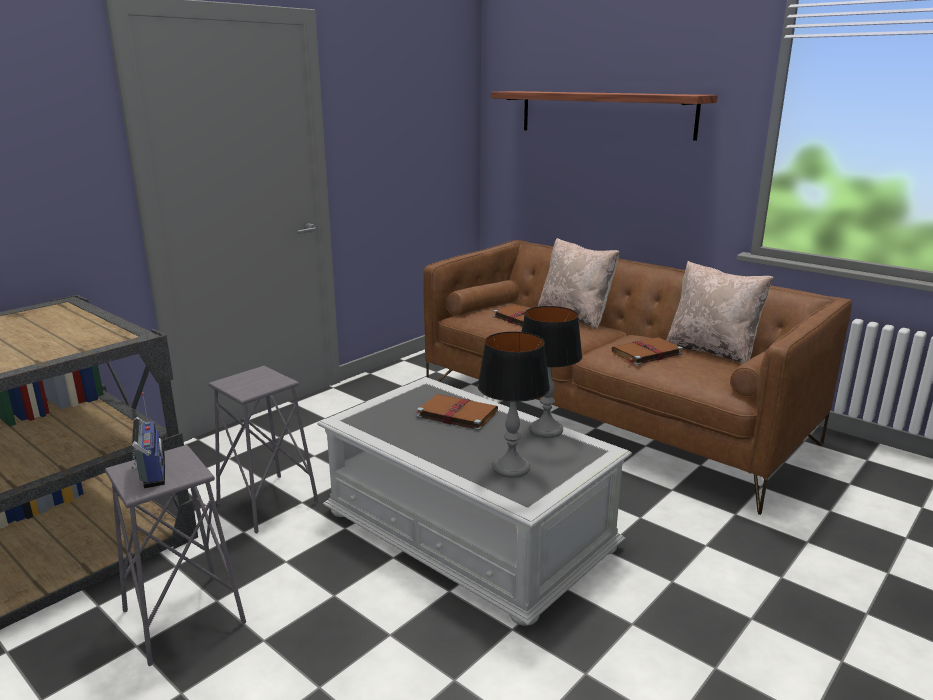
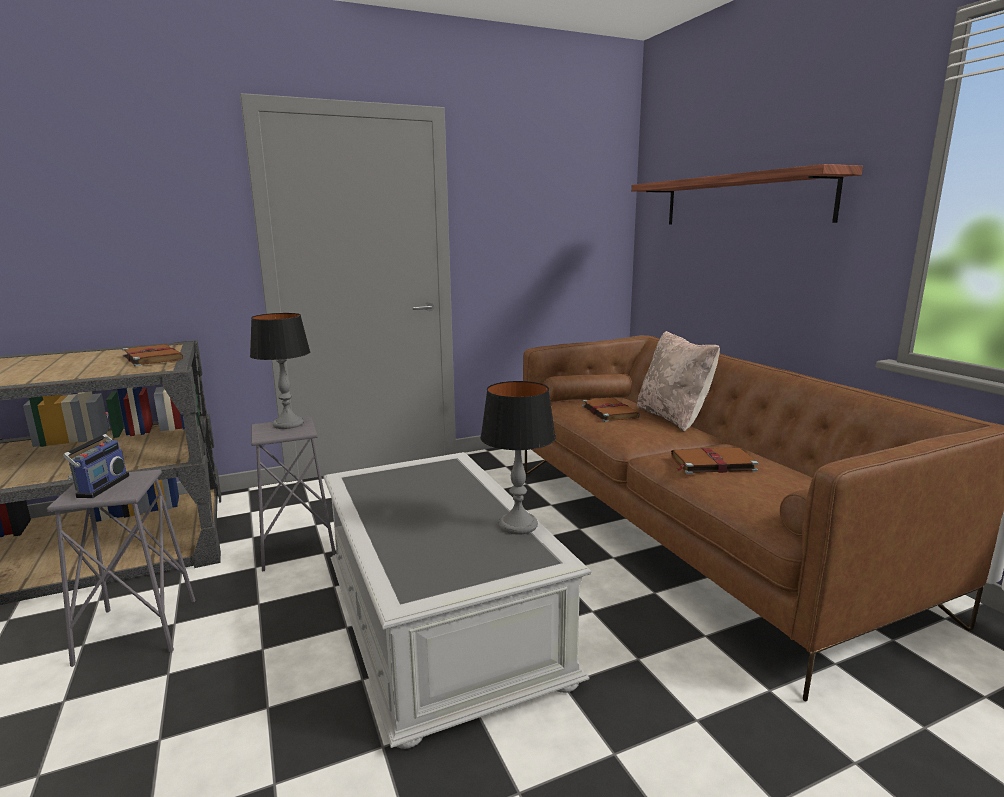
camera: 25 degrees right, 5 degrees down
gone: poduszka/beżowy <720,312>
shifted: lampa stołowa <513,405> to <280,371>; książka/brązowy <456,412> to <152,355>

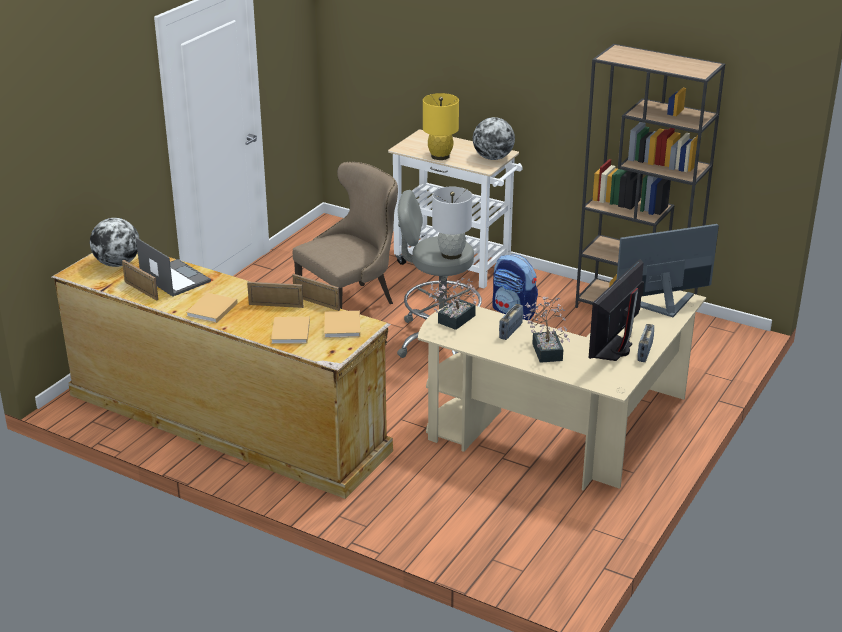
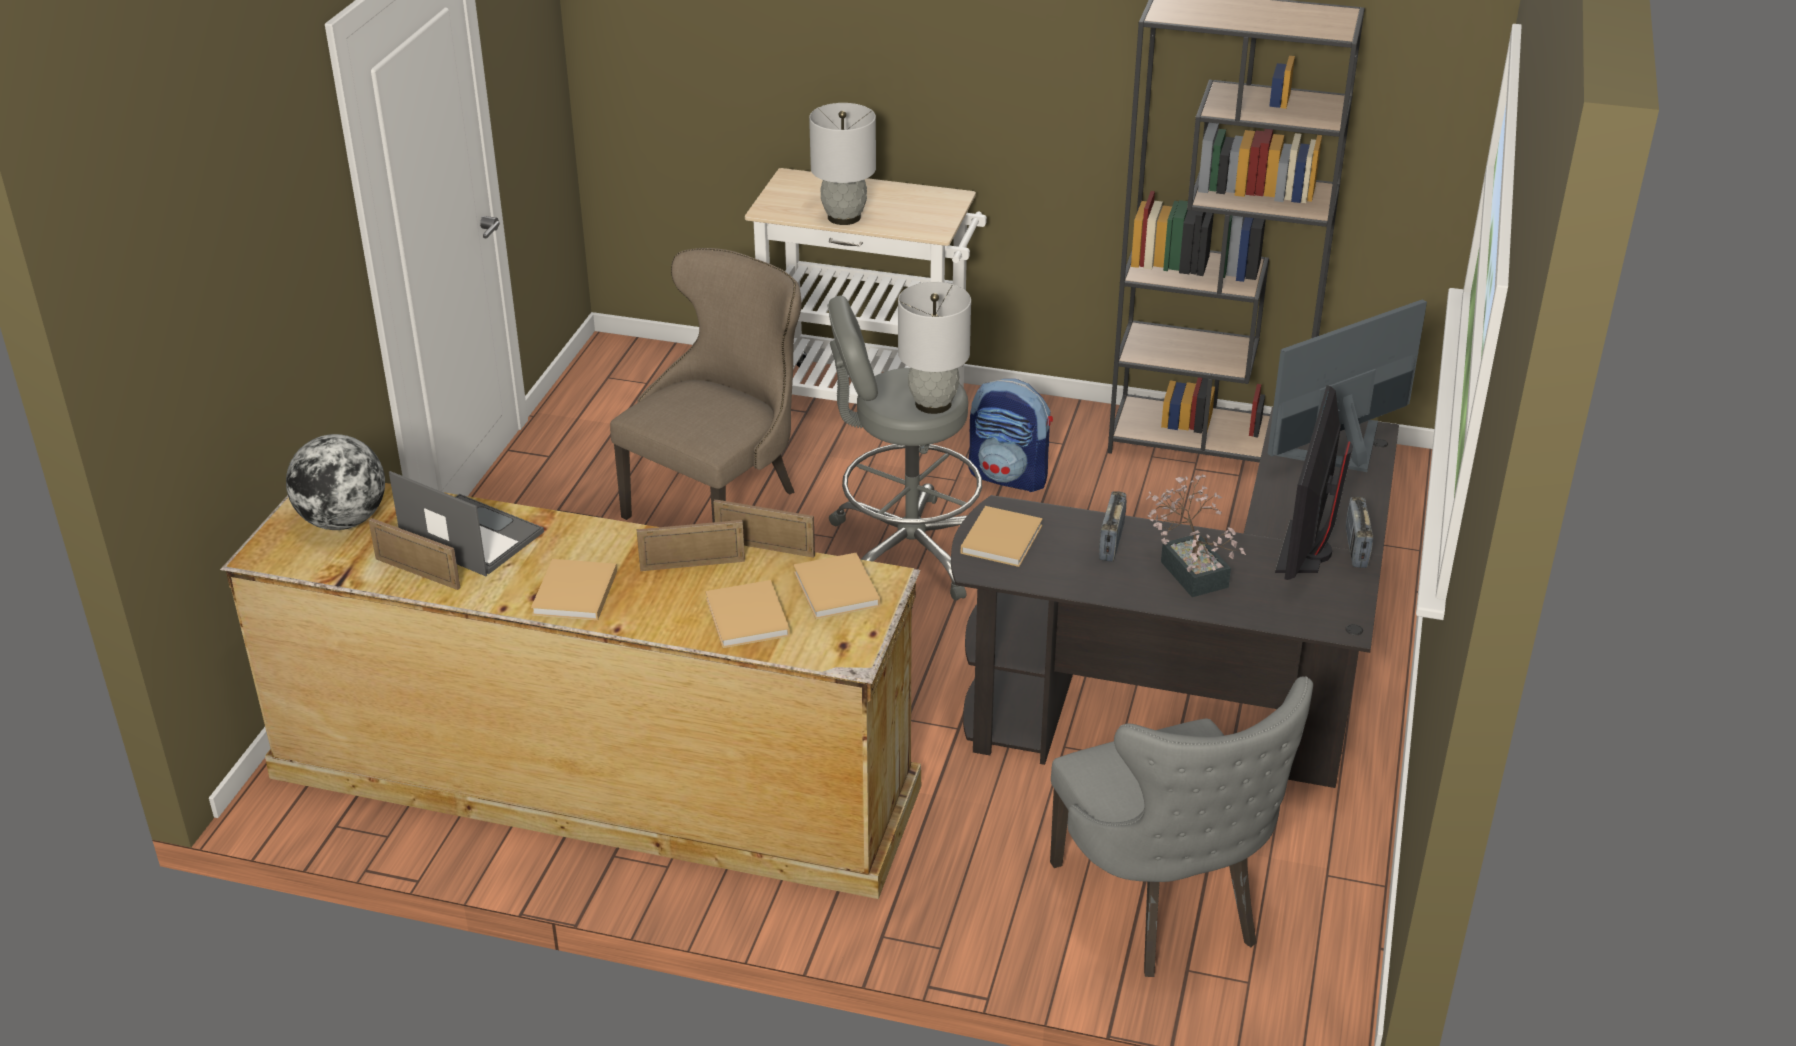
camera: 15 degrees left, 5 degrees up
gone: globus <494,138>
new: krzesło/szary <1181,826>
swapped: roślina doniczkowa <453,304> to książka/beżowy <1002,536>
repainted: lampa stołowa/żółty <441,126> to lampa stołowa/biały <842,164>; biurko/beżowy <562,391> to biurko/czarny <1175,597>

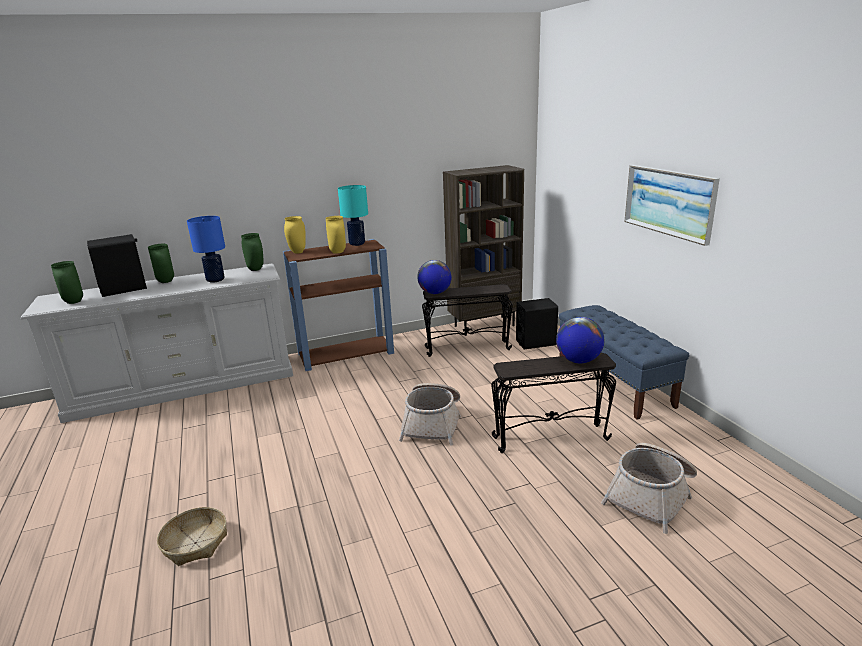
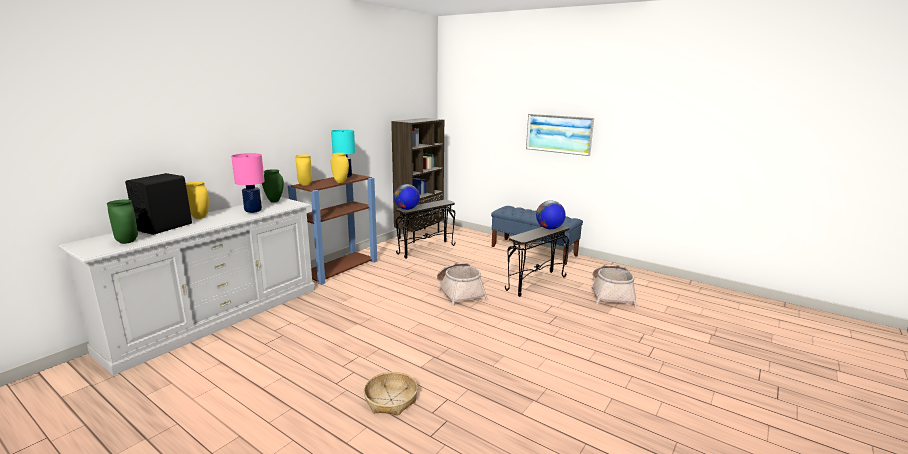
camera: 35 degrees left, 5 degrees down
gone: głośnik/czarny <537,323>
repainted: lampa stołowa/niebieski <206,249> to lampa stołowa/różowy <248,183>; wazon/zielony <161,263> to wazon/żółty <197,200>

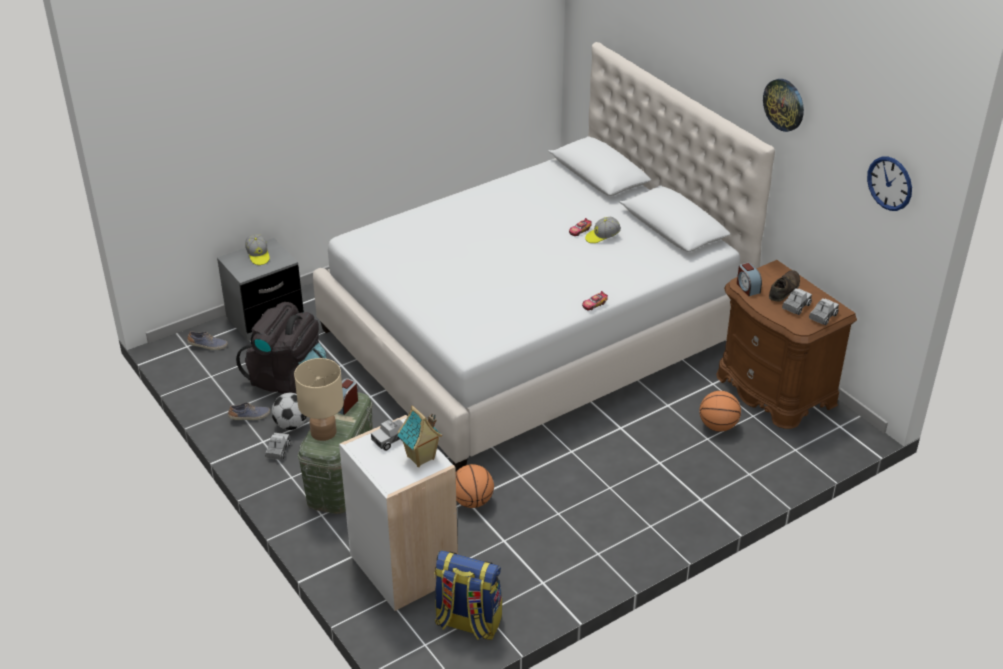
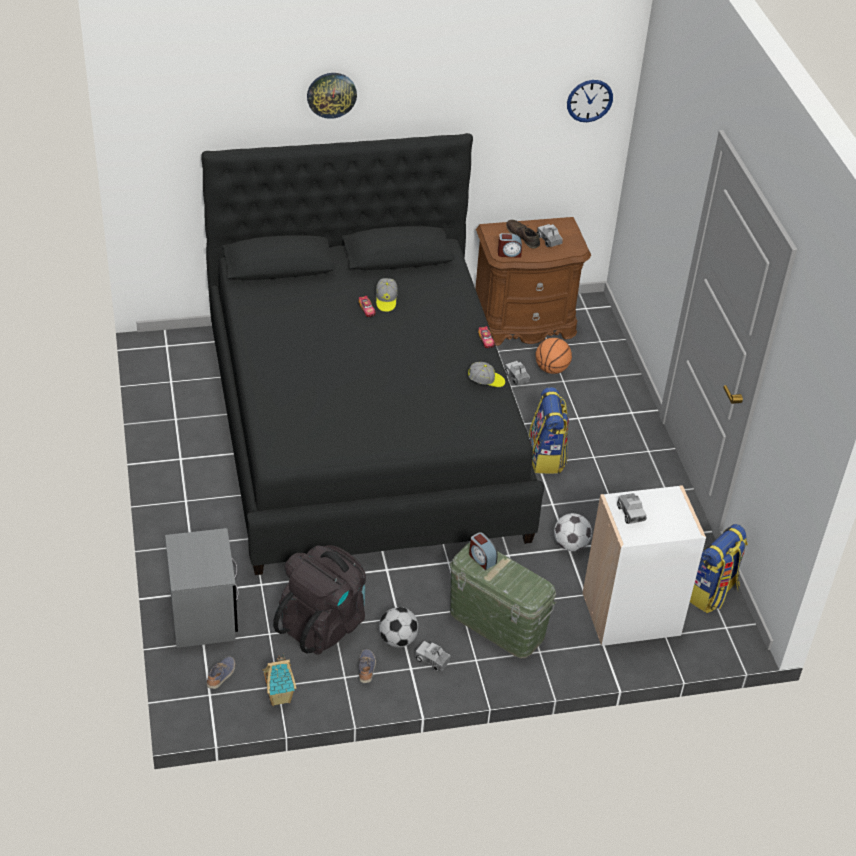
camera: 70 degrees left, 5 degrees up
gone: lampa stołowa/beżowy <319,399>
new: plecak <549,430>
shifted: zegar ścienny <783,105> to <332,96>; czapka z daszkiem <257,249> to <486,374>; ciężarówka zabawkowa <824,311> to <517,373>; domek <419,436> to <279,680>
swapped: piłka do koszykówki <475,486> to piłka futbolowa <573,532>
repainted: łóżko/biały <544,256> to łóżko/czarny <372,354>

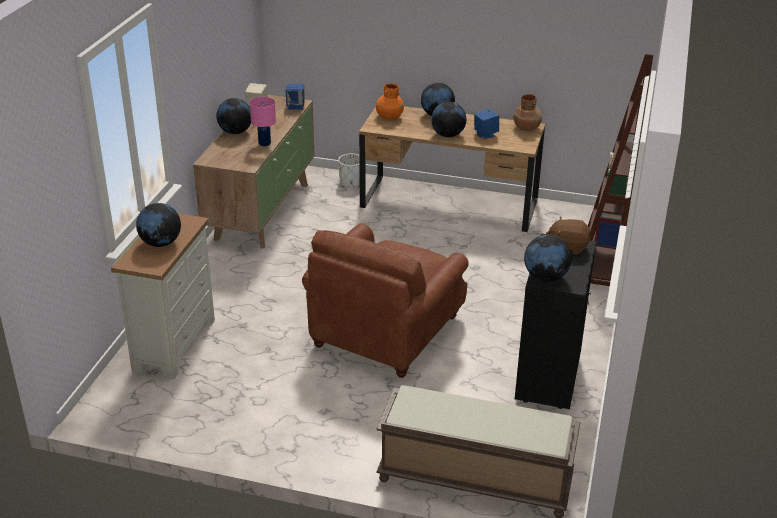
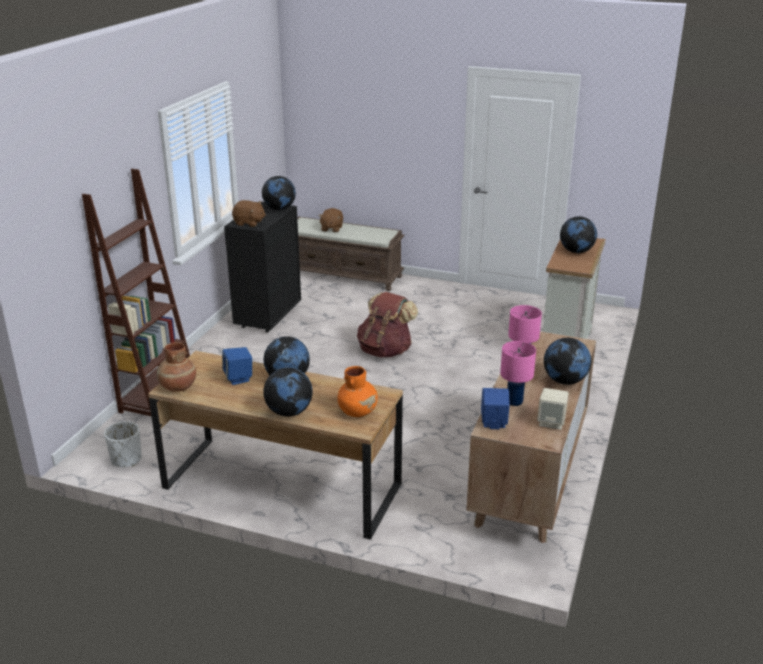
camera: 175 degrees left, 5 degrees down
new: pluszak/brązowy <331,220>; lampa stołowa/różowy <518,373>
shifted: donica/biały <349,170> to <123,444>
swapped: fotel/brązowy <385,300> to plecak/brązowy <387,324>

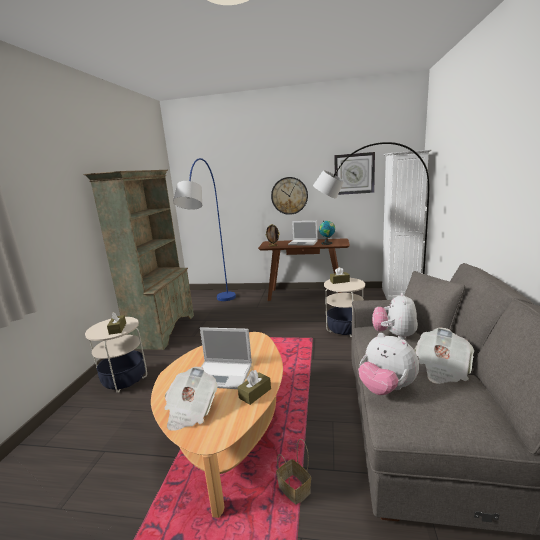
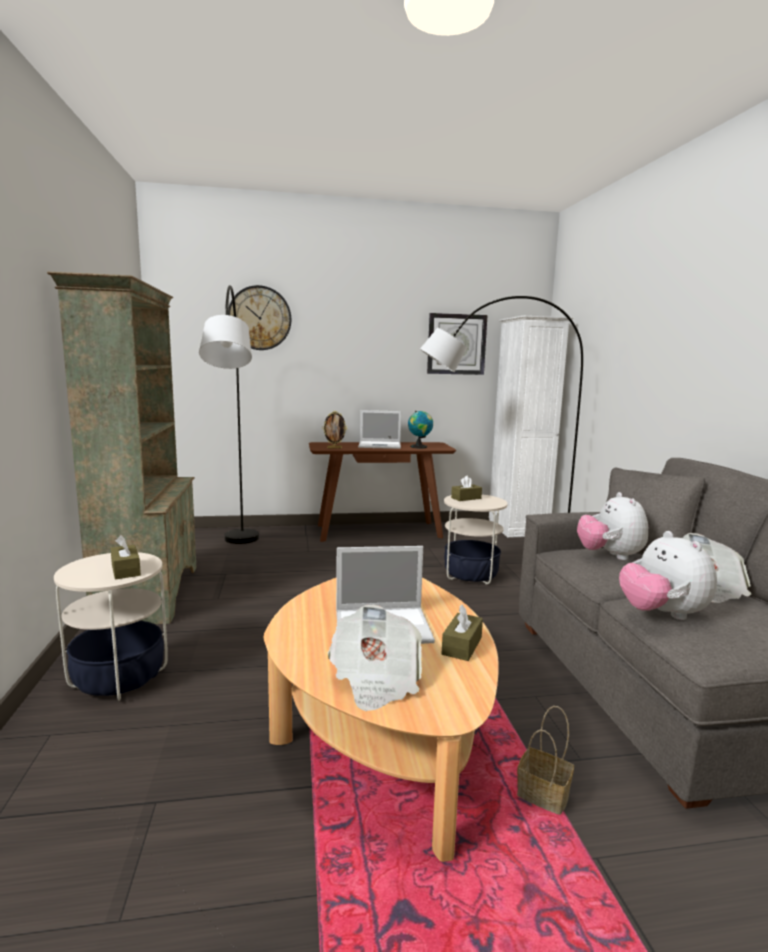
camera: 20 degrees left, 5 degrees down
shifted: zegar ścienny <289,196> to <259,317>
repainted: lampa stojąca/niebieski <204,229> to lampa stojąca/szary <229,414>
rotated: pluszak <388,364> = <668,575> 45 degrees clockwise

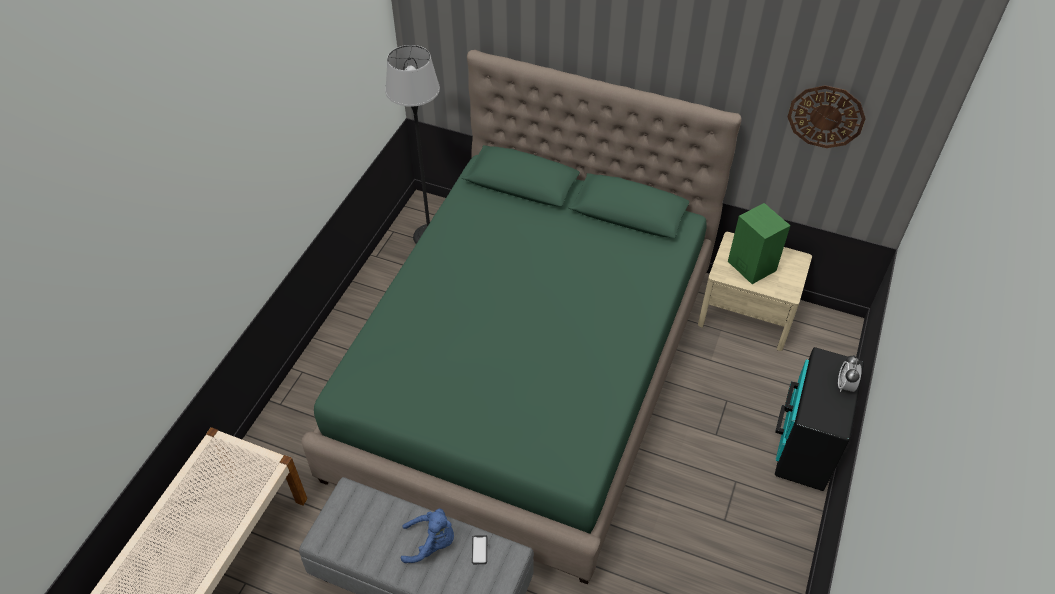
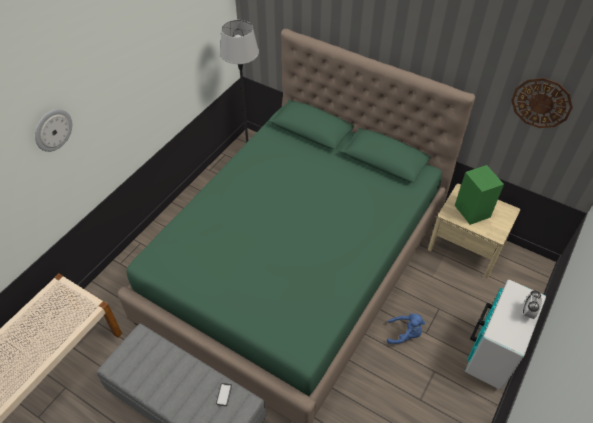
camera: 10 degrees right, 0 degrees up
new: zegar ścienny <53,130>
shifted: pluszak/niebieski <427,536> to <406,328>
repainted: szafka nocna/czarny <819,419> to szafka nocna/biały <505,334>

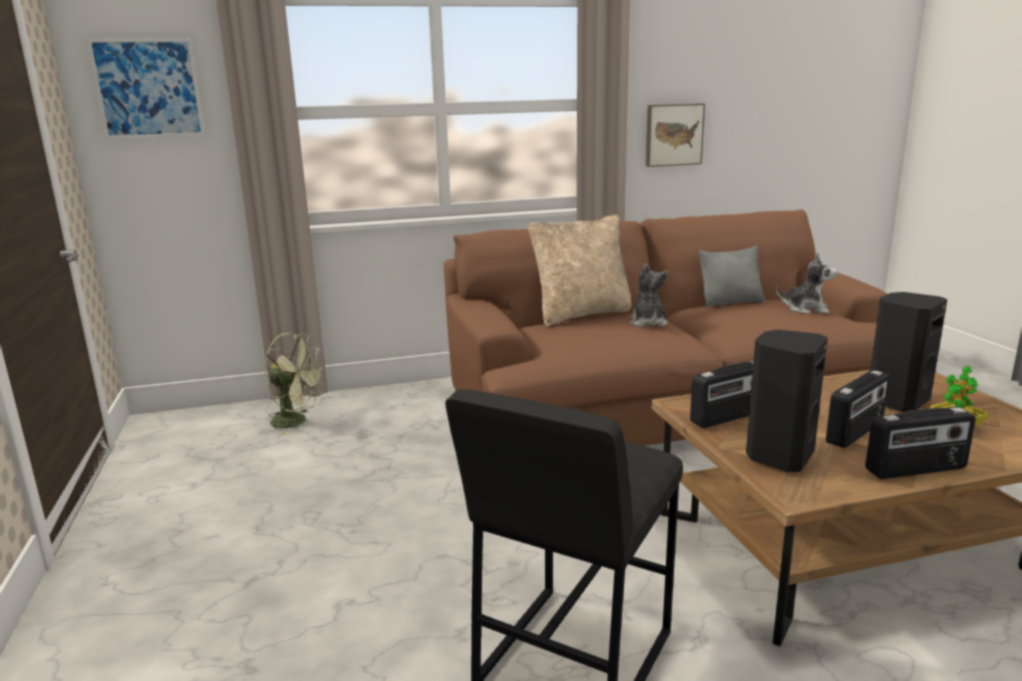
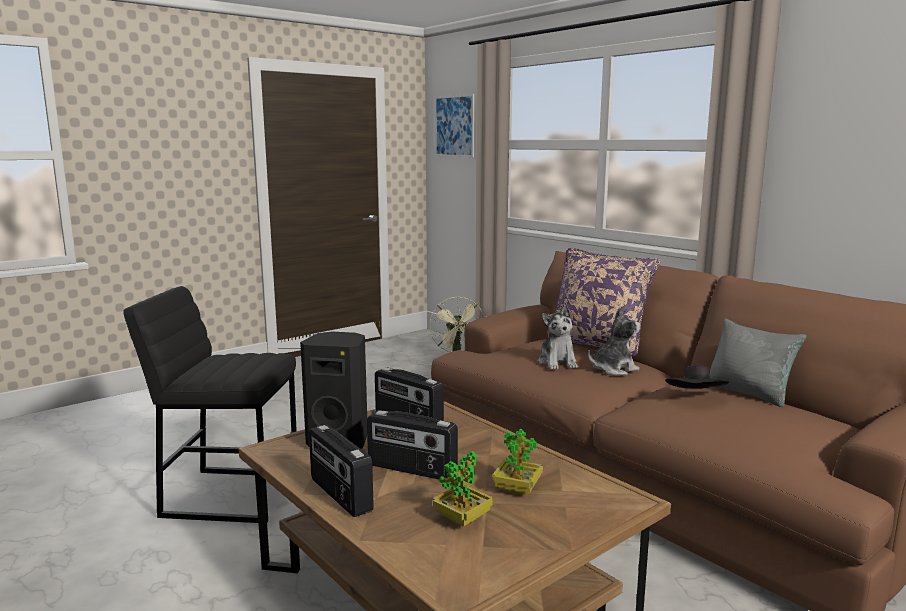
camera: 65 degrees right, 5 degrees down
gone: obraz <675,135>
new: kapelusz/czarny <697,376>
shifted: pluszak <807,283> to <558,337>
swapped: głośnik/czarny <908,352> to roślina doniczkowa <517,462>
repainted: poduszka/beżowy <579,270> to poduszka/fioletowy <605,302>

